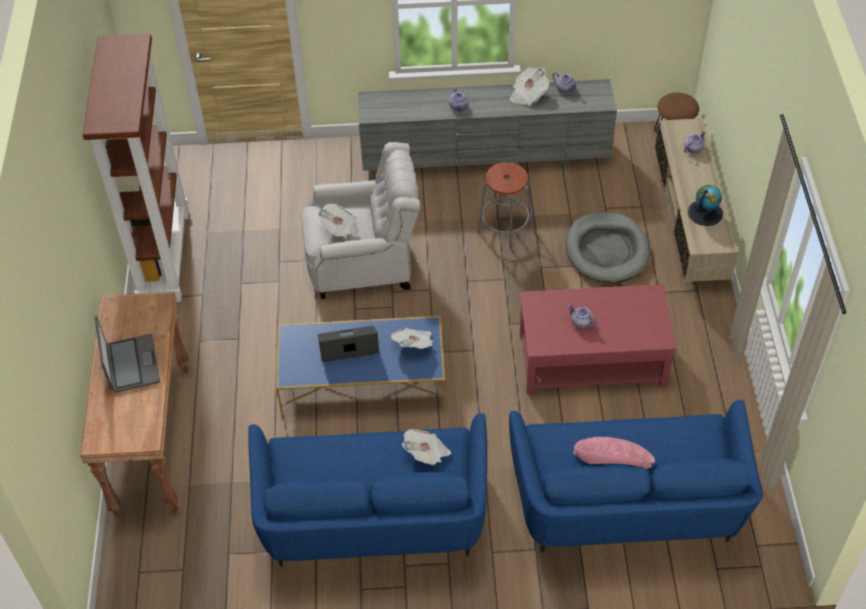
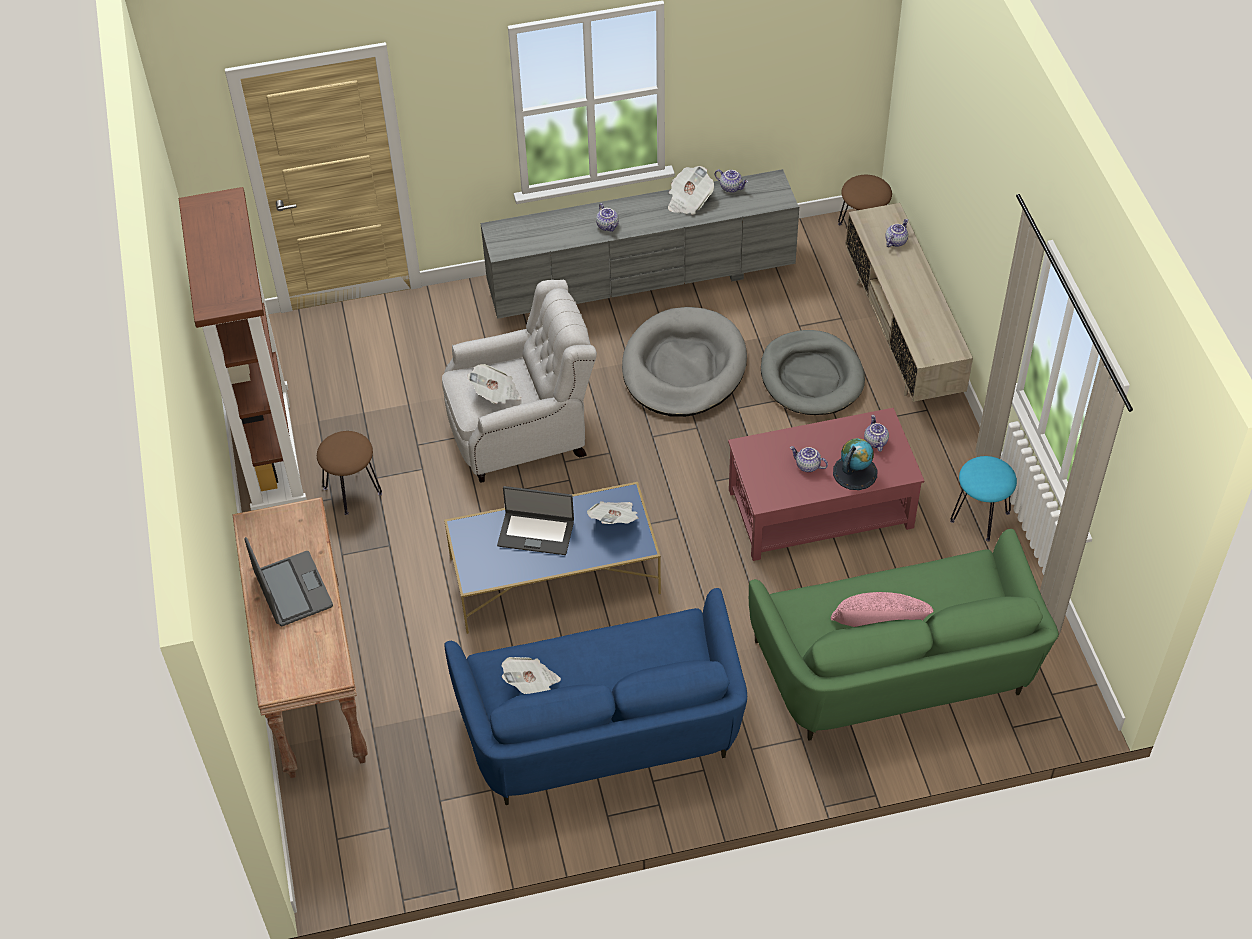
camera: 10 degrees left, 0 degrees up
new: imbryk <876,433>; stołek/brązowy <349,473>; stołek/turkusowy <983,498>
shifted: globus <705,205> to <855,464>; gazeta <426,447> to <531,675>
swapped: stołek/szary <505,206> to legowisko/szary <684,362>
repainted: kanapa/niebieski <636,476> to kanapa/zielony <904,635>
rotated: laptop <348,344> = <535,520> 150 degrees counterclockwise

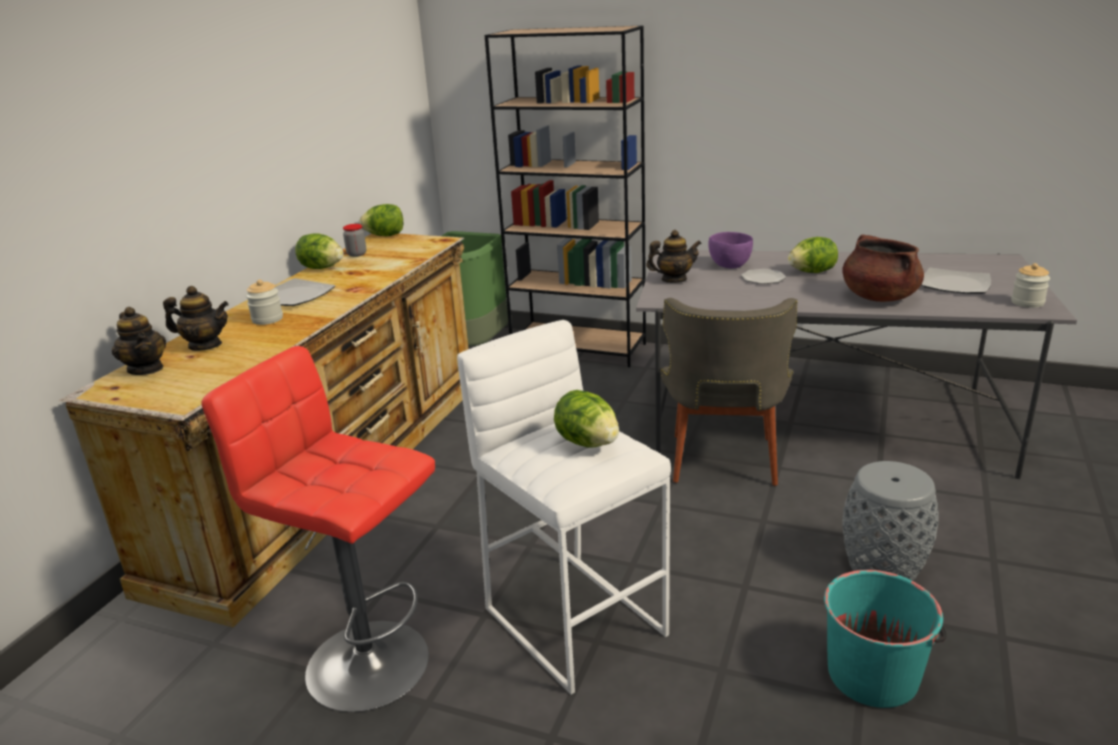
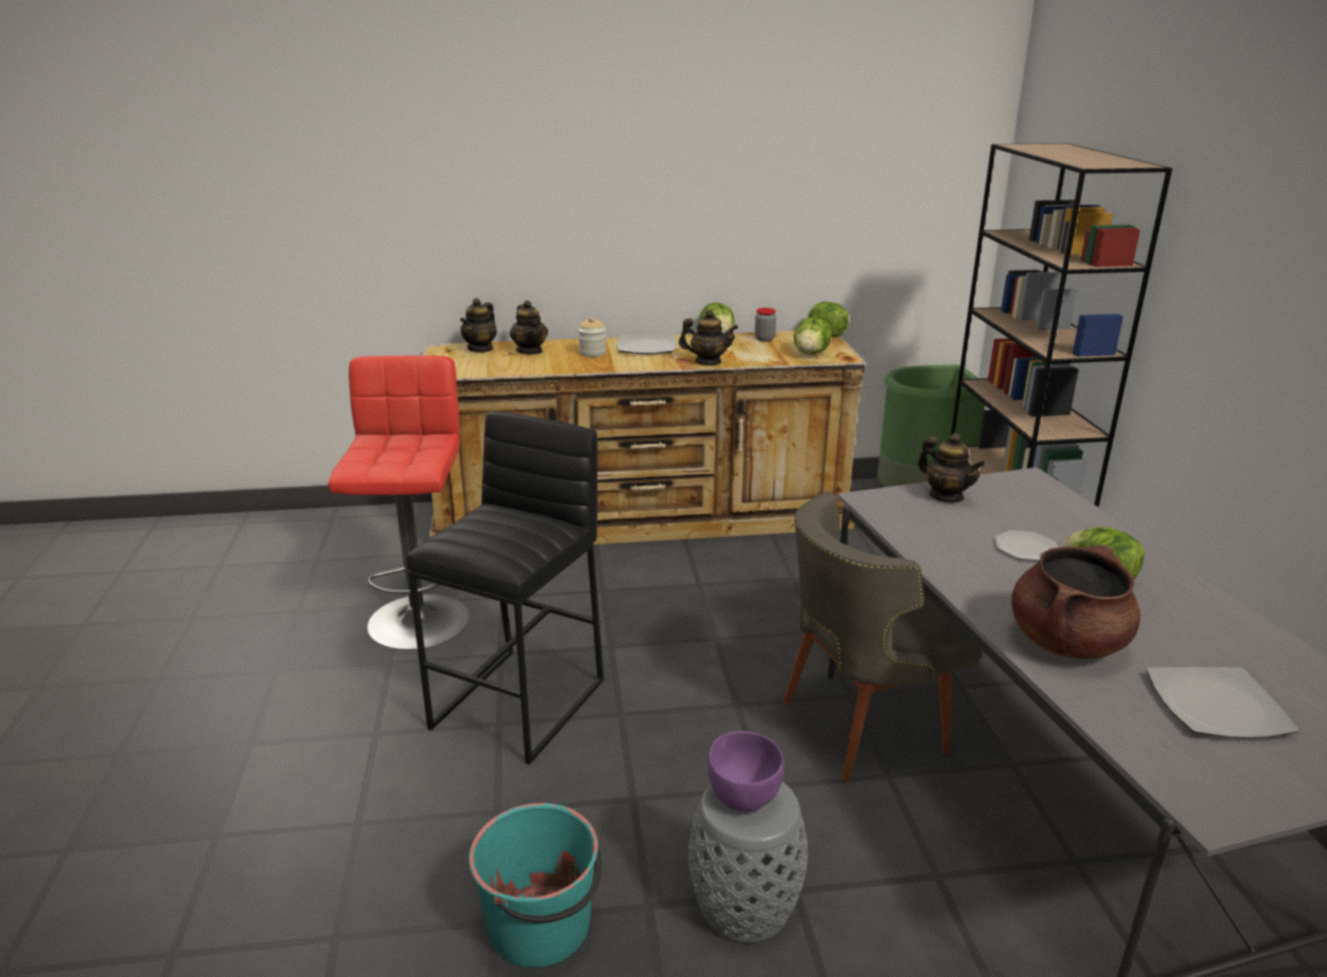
camera: 60 degrees right, 0 degrees up
gone: słoik <1030,285>
new: imbryk <708,337>
shifted: miska/fioletowy <730,250> to <745,771>; sałata <586,419> to <813,336>
repainted: stołek/biały <564,507> to stołek/czarny <505,588>

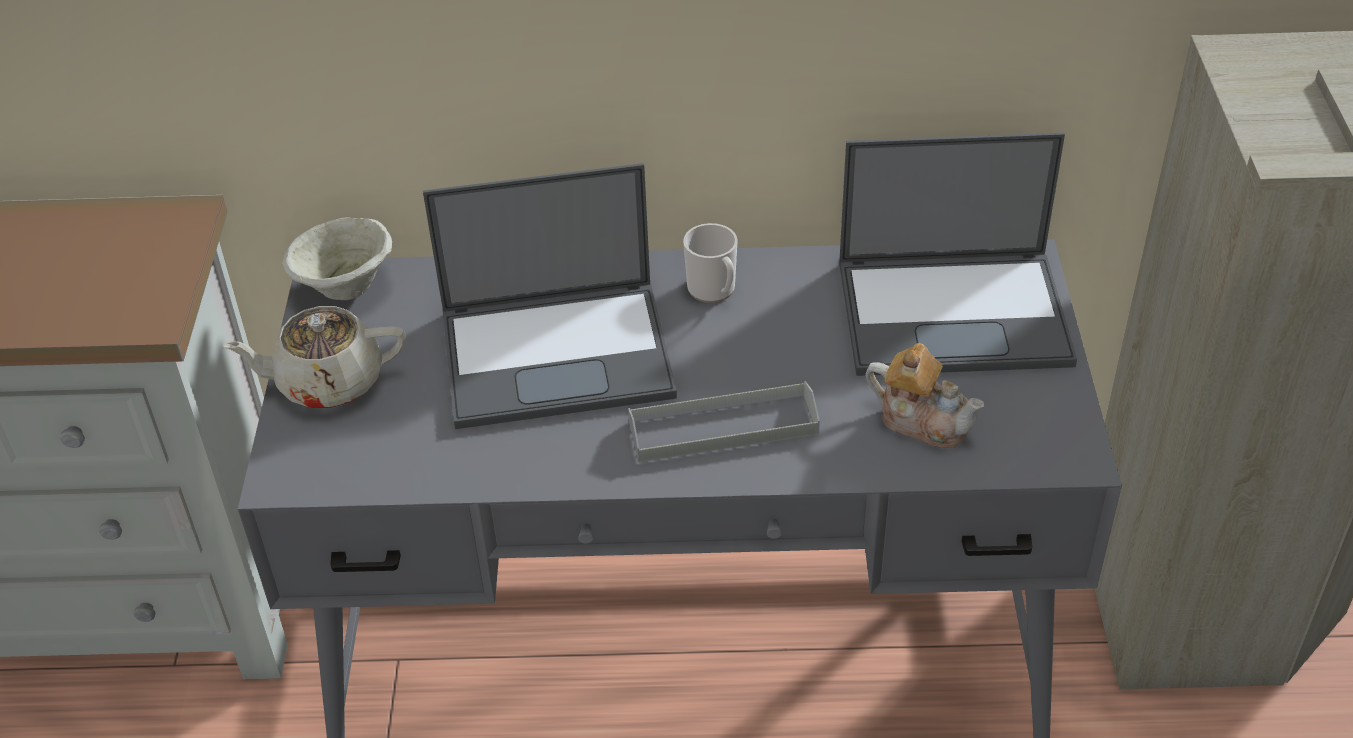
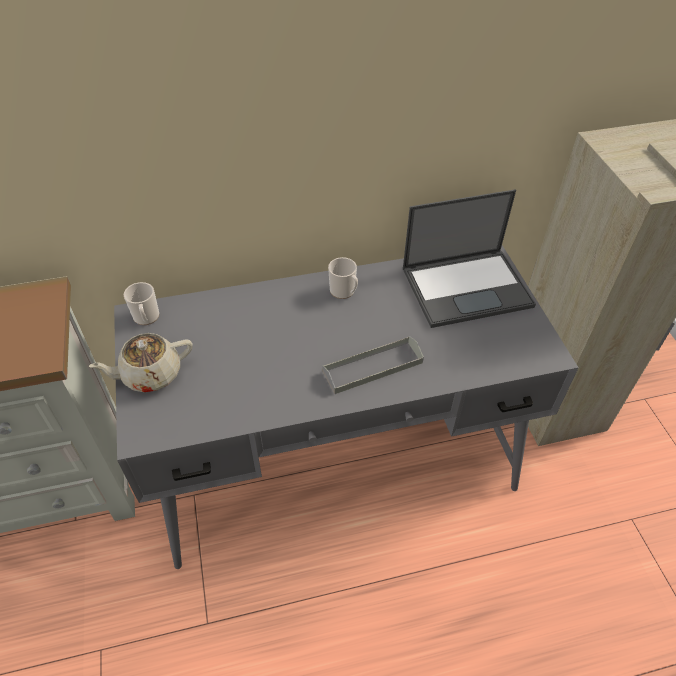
camera: 15 degrees left, 5 degrees up
gone: laptop <550,296>; imbryk <925,396>
swapped: miska/beżowy <337,258> to kubek <141,303>

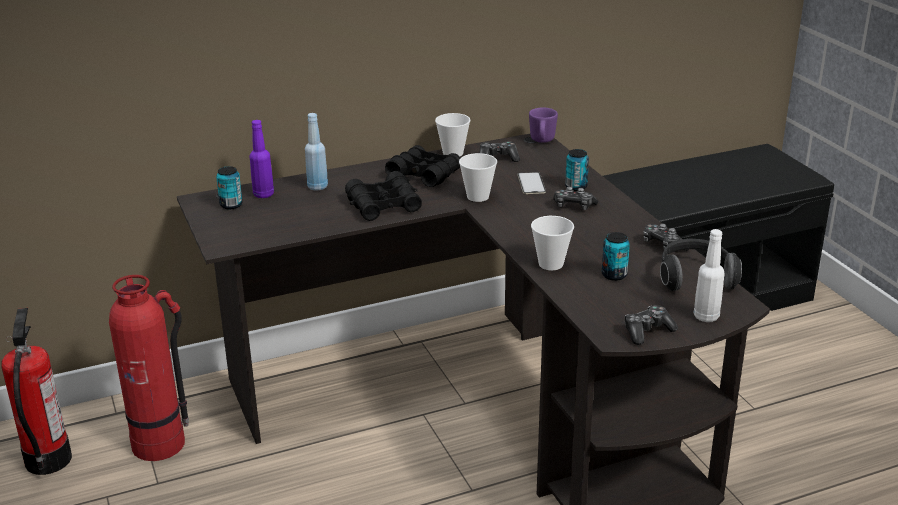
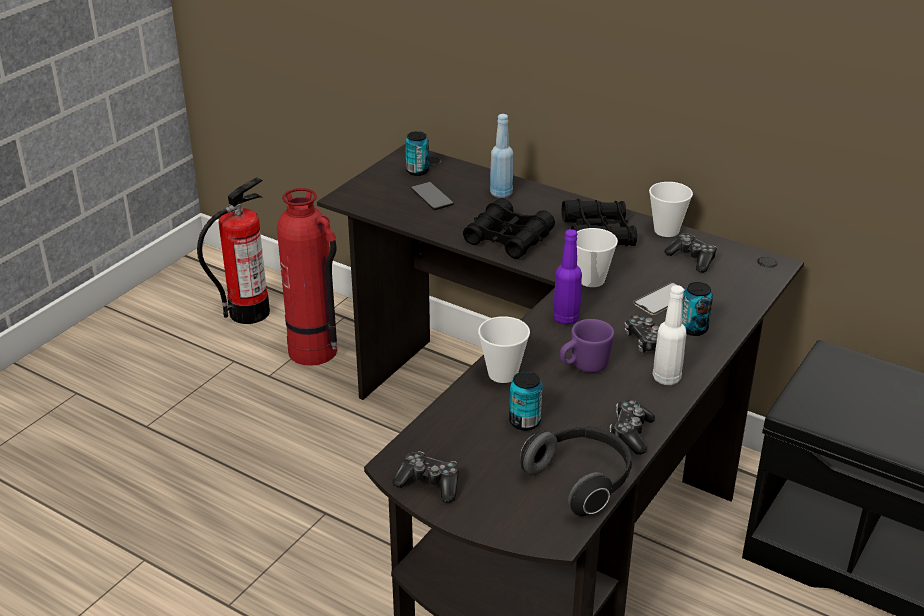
camera: 55 degrees right, 5 degrees up
new: telefon <432,196>
shifted: kubek/fioletowy <543,125> to <587,346>; butelka/fioletowy <261,159> to <567,277>; butelka/biały <709,275> to <669,335>

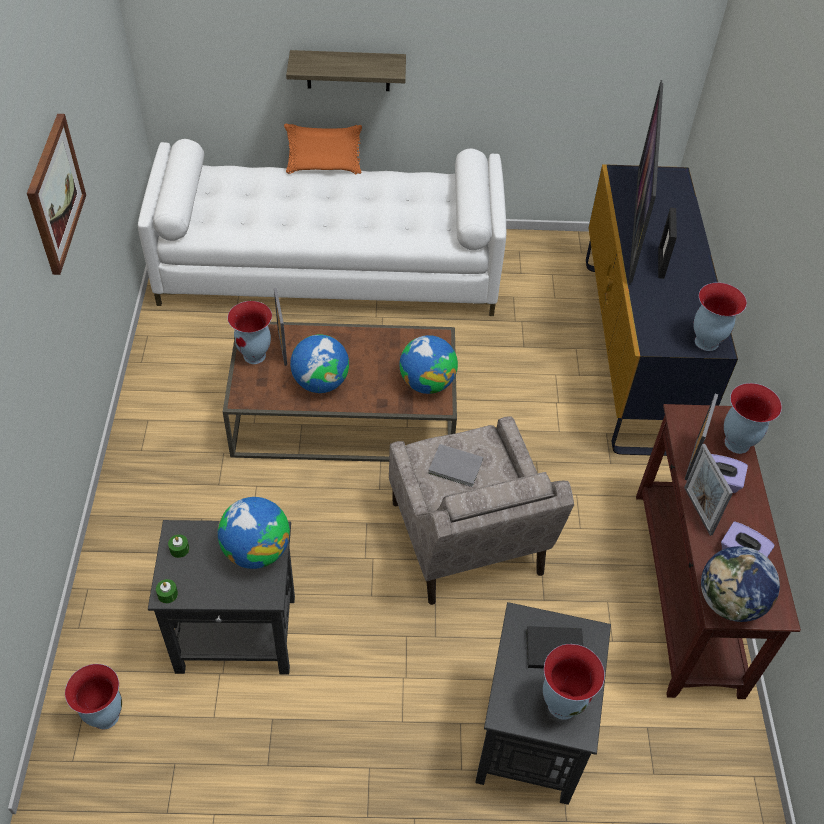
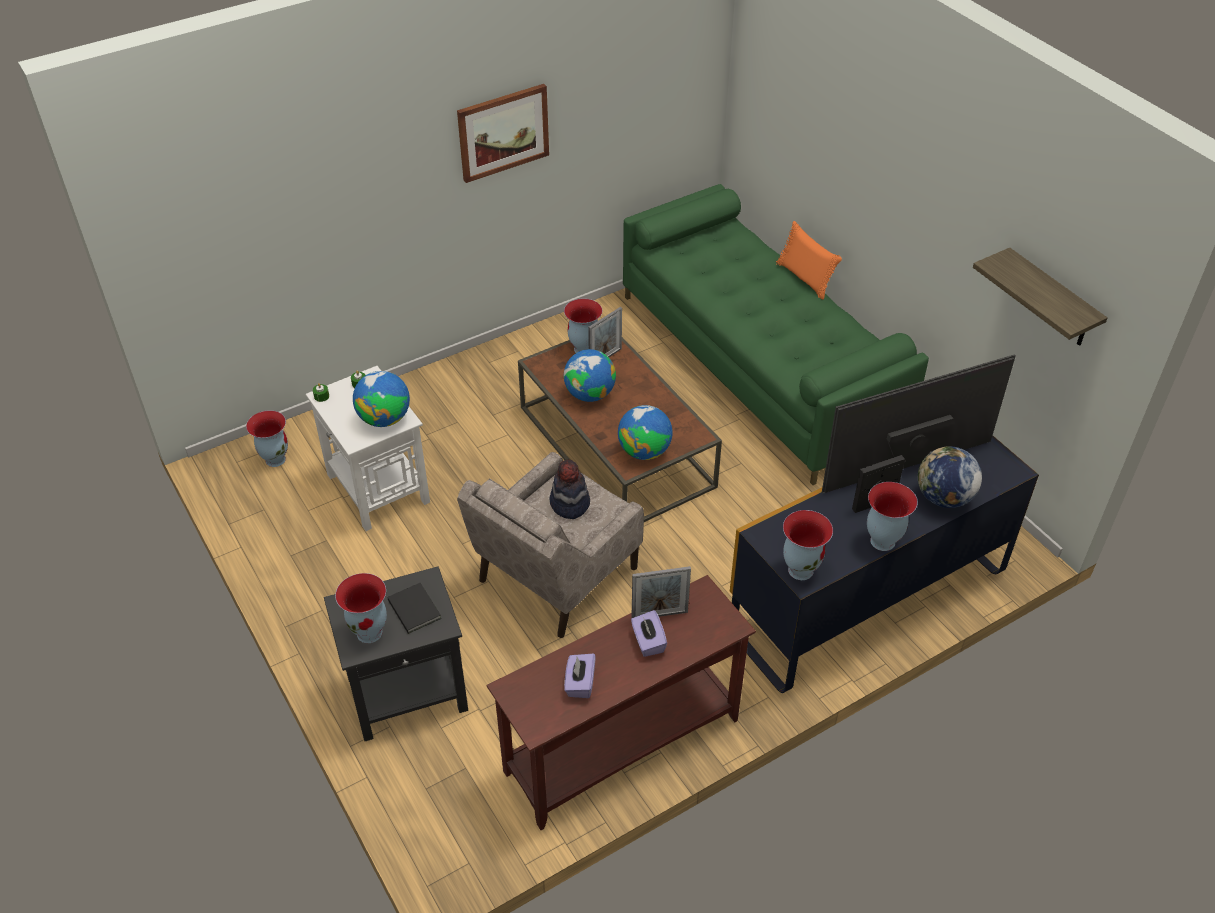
camera: 60 degrees right, 5 degrees down
gone: ramka na zdjęcie <708,490>
shifted: półka <346,70> to <1040,297>; wazon <753,418> to <892,516>; globus <740,584> to <950,477>
swapped: książka/szary <455,465> to kapelusz <570,489>
repainted: kanapa/biały <322,227> to kanapa/zielony <776,334>; stolik/czarny <221,597> to stolik/biały <368,448>

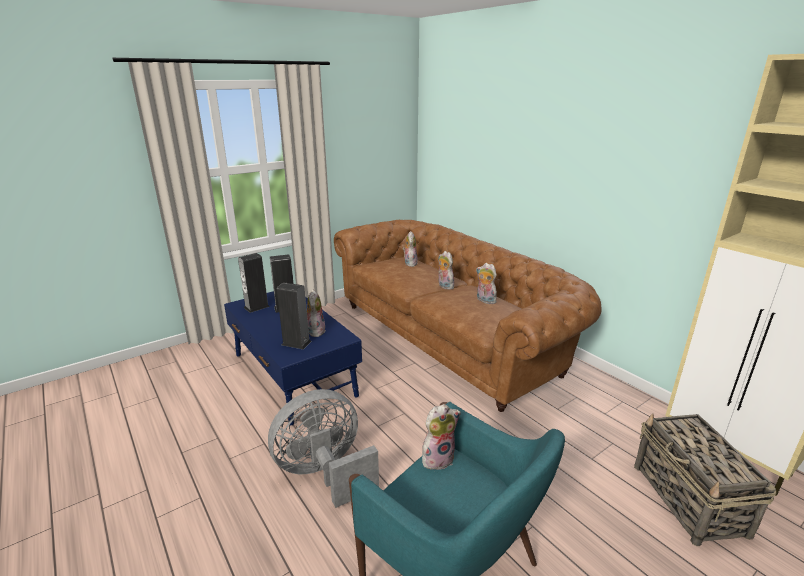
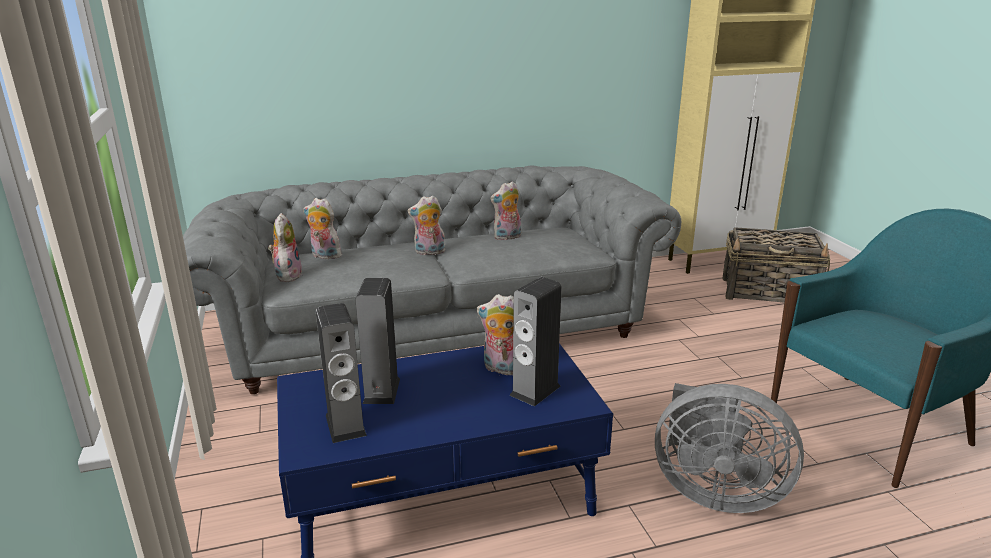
camera: 70 degrees left, 0 degrees up
shifted: pluszak <441,437> to <285,247>
repainted: kanapa/brązowy <467,316> to kanapa/szary <432,280>
rotated: wentylator/szary <323,448> = <729,448> 60 degrees counterclockwise

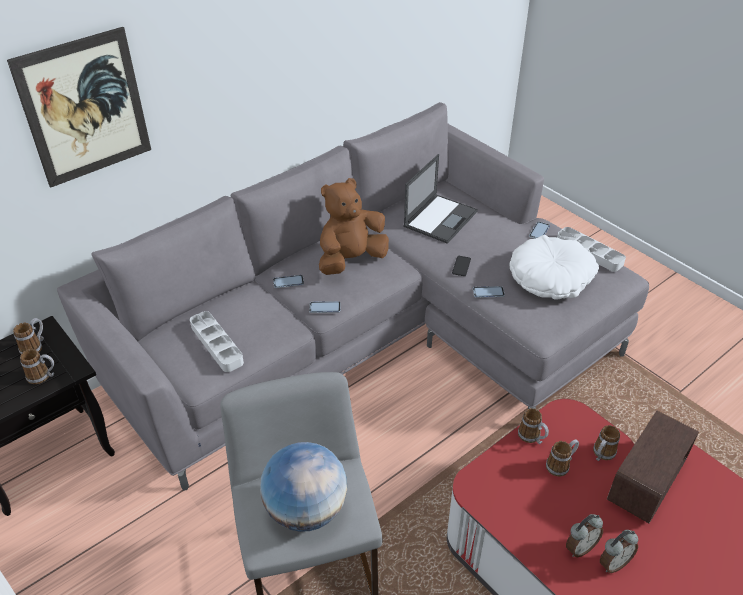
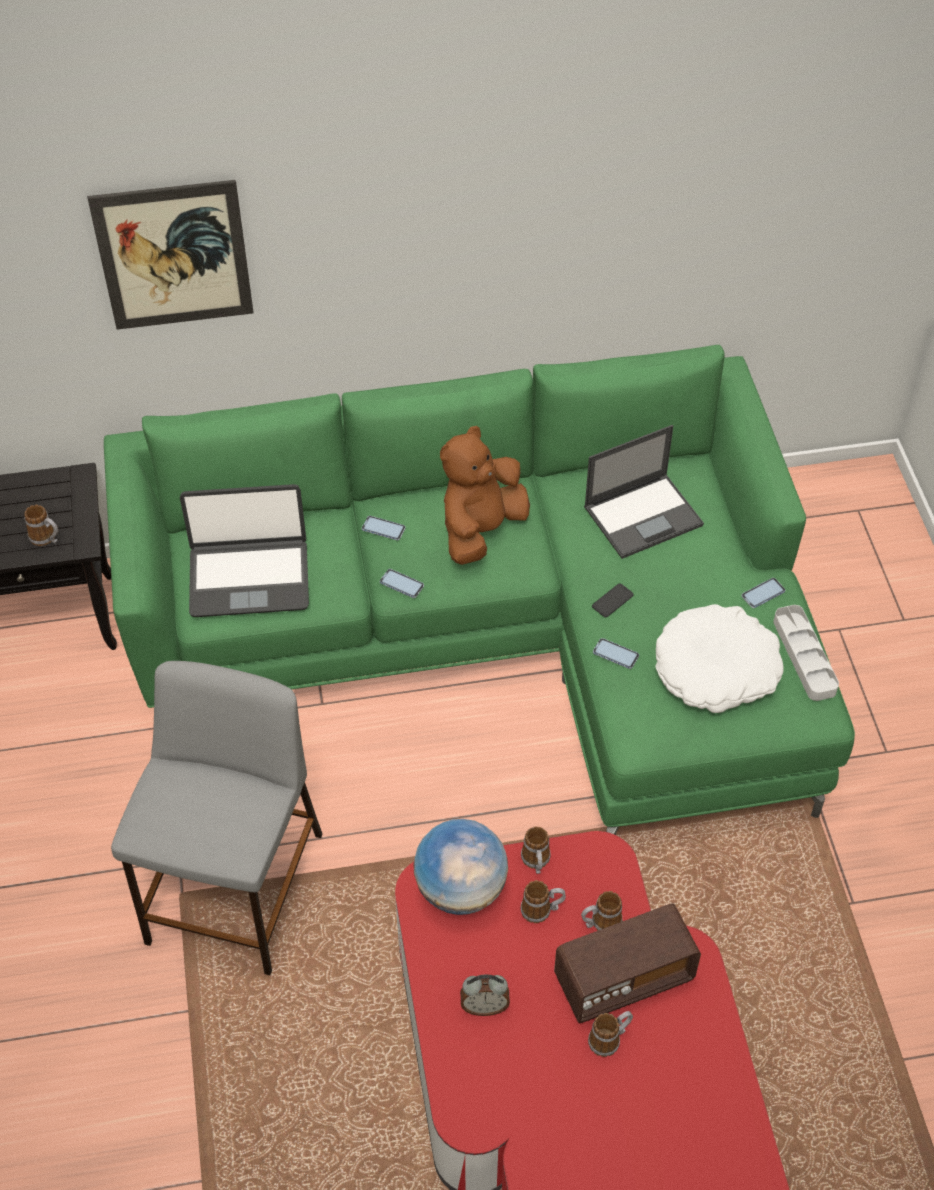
camera: 30 degrees right, 10 degrees up
gone: budzik <619,551>
shifted: kubek <28,336> to <610,1034>; globus <303,487> to <460,867>
swapped: taca/szary <217,341> to laptop <244,550>
repainted: kanapa/szary <353,296> to kanapa/zielony <479,590>
rotated: pluszak/brązowy <354,226> = <485,495> 45 degrees counterclockwise

